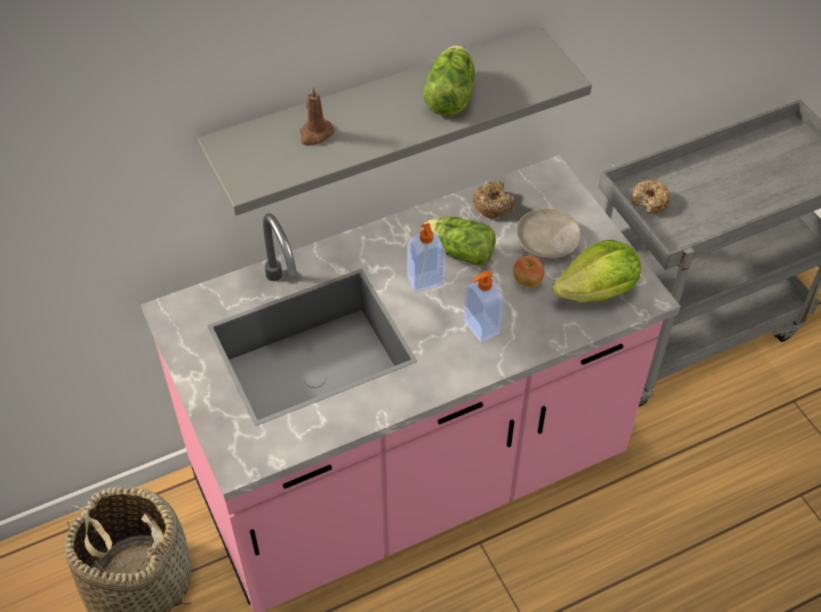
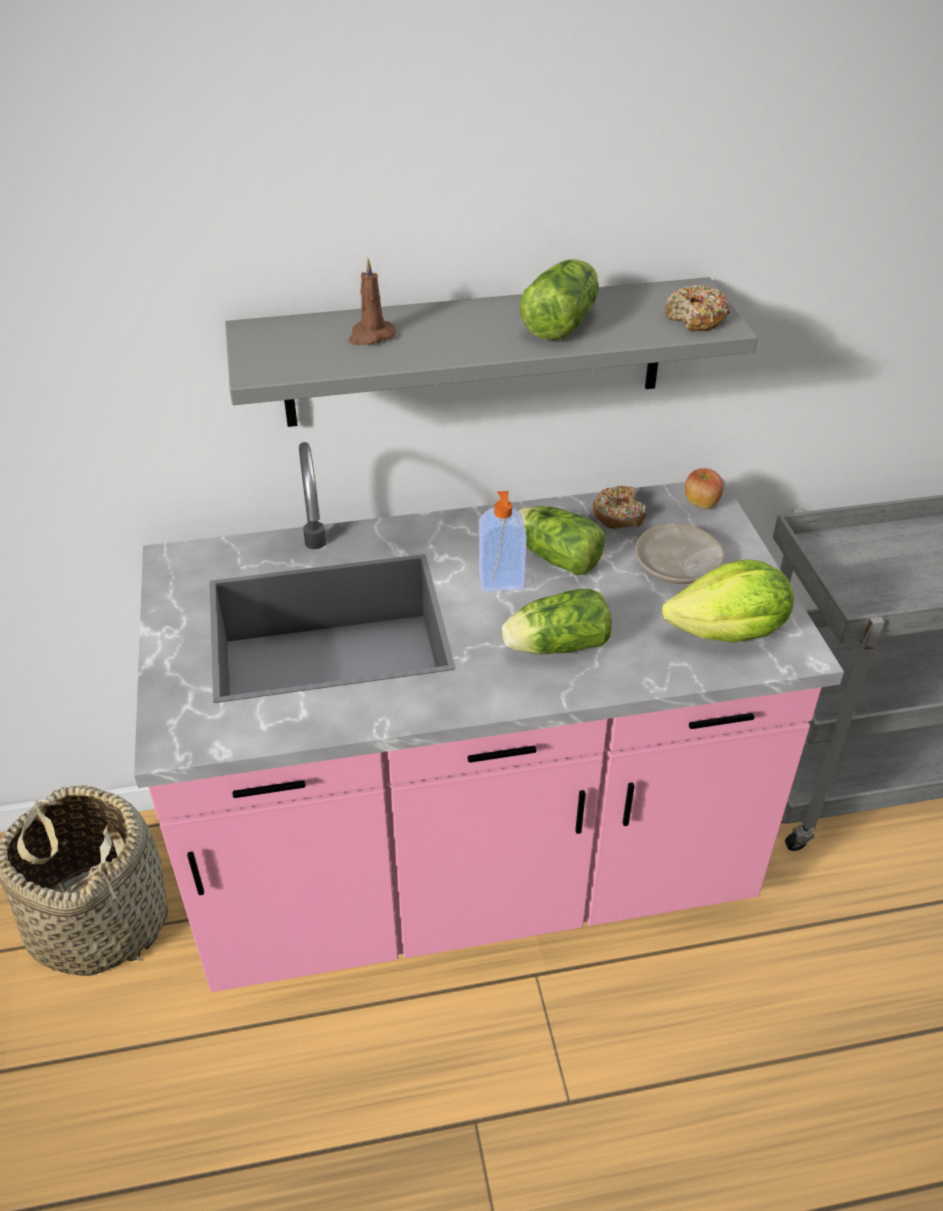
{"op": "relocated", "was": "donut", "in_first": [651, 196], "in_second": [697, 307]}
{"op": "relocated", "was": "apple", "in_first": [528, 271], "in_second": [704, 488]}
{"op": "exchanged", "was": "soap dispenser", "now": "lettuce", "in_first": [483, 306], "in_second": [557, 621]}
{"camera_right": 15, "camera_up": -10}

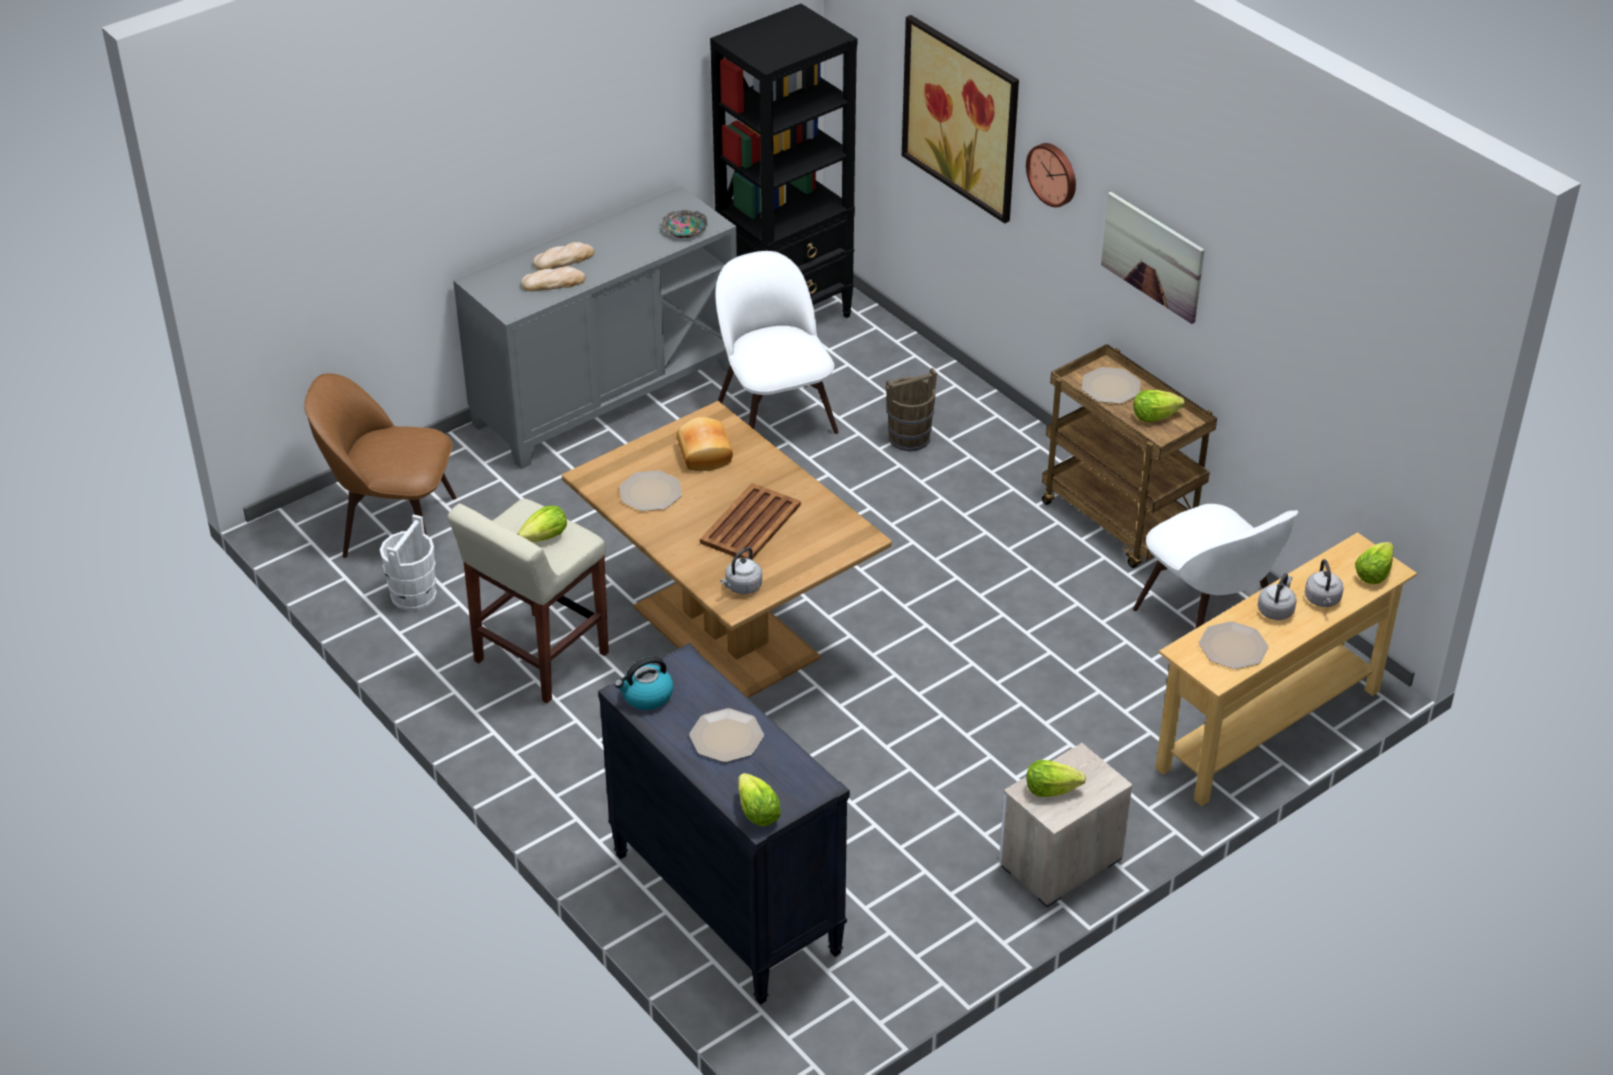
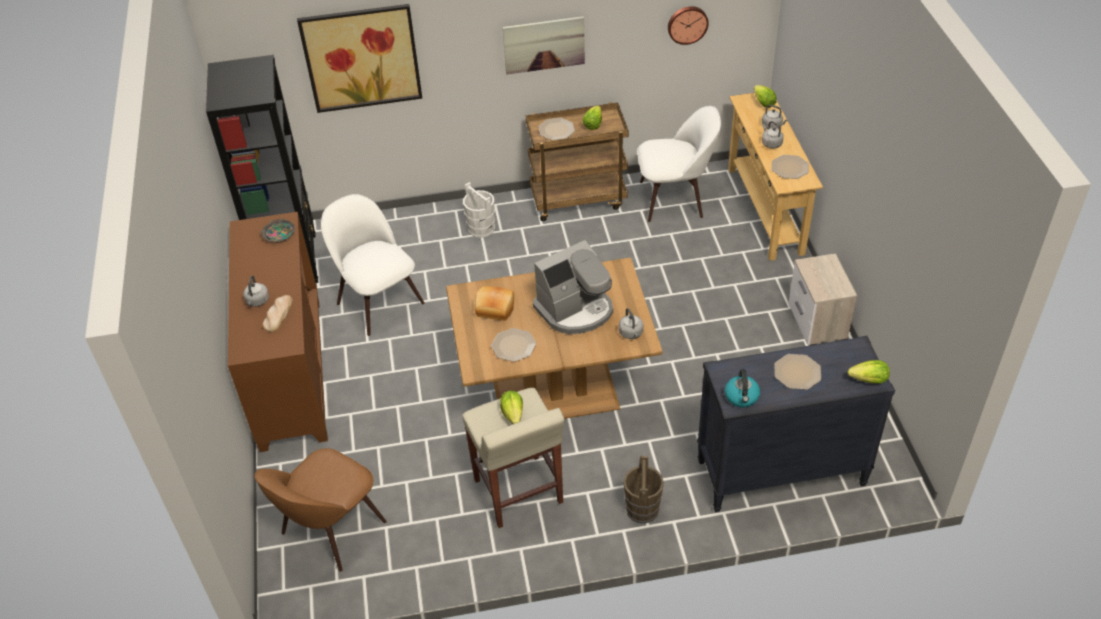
{"op": "relocated", "was": "wall clock", "in_first": [1051, 175], "in_second": [688, 25]}
{"op": "colour", "was": "grey cabinet", "now": "brown cabinet", "in_first": [595, 327], "in_second": [278, 332]}
{"op": "exchanged", "was": "bread", "now": "grey kettle", "in_first": [564, 256], "in_second": [256, 291]}
{"op": "spun", "was": "white chair", "in_first": [777, 342], "in_second": [373, 265], "clockwise": 45}
{"op": "relocated", "was": "brown bucket", "in_first": [911, 410], "in_second": [643, 489]}
{"op": "exchanged", "was": "brown tray", "now": "coffee machine", "in_first": [750, 521], "in_second": [573, 287]}
{"op": "relocated", "was": "white bucket", "in_first": [408, 562], "in_second": [479, 210]}
{"op": "missing", "was": "lettuce", "in_first": [1056, 778]}
{"camera_right": -60, "camera_up": 5}

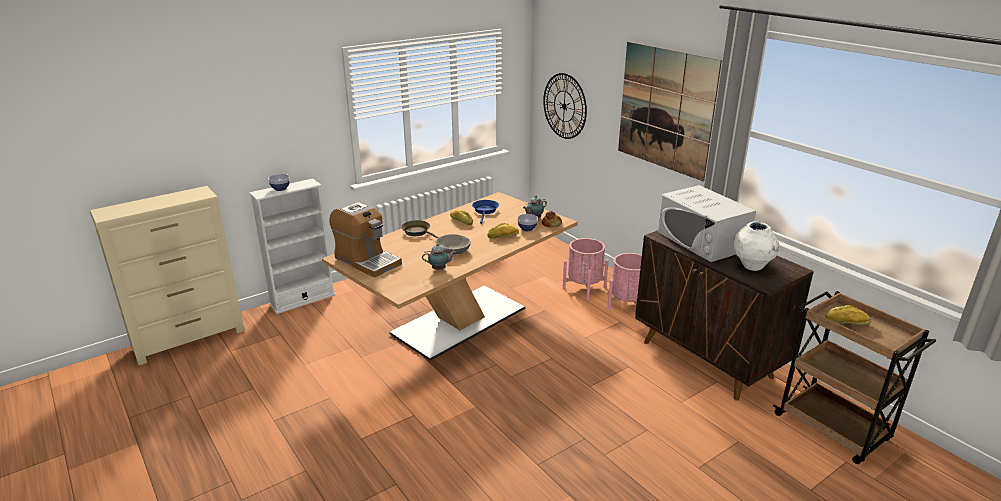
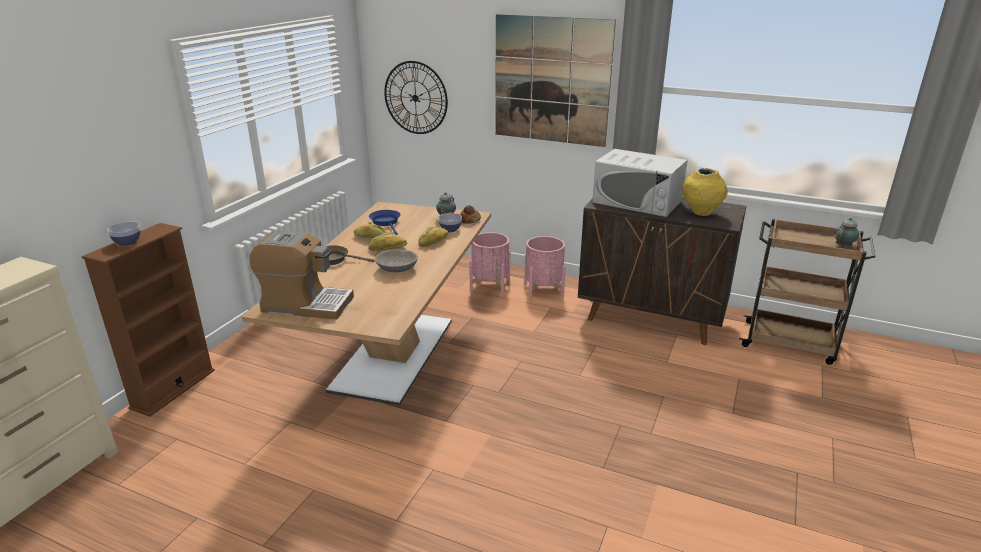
{"op": "colour", "was": "white bookcase", "now": "brown bookcase", "in_first": [292, 246], "in_second": [148, 320]}
{"op": "colour", "was": "white vase", "now": "yellow vase", "in_first": [756, 246], "in_second": [704, 192]}
{"op": "relocated", "was": "teapot", "in_first": [439, 257], "in_second": [846, 232]}
{"op": "relocated", "was": "bread", "in_first": [848, 315], "in_second": [388, 242]}
{"camera_right": -30, "camera_up": 0}

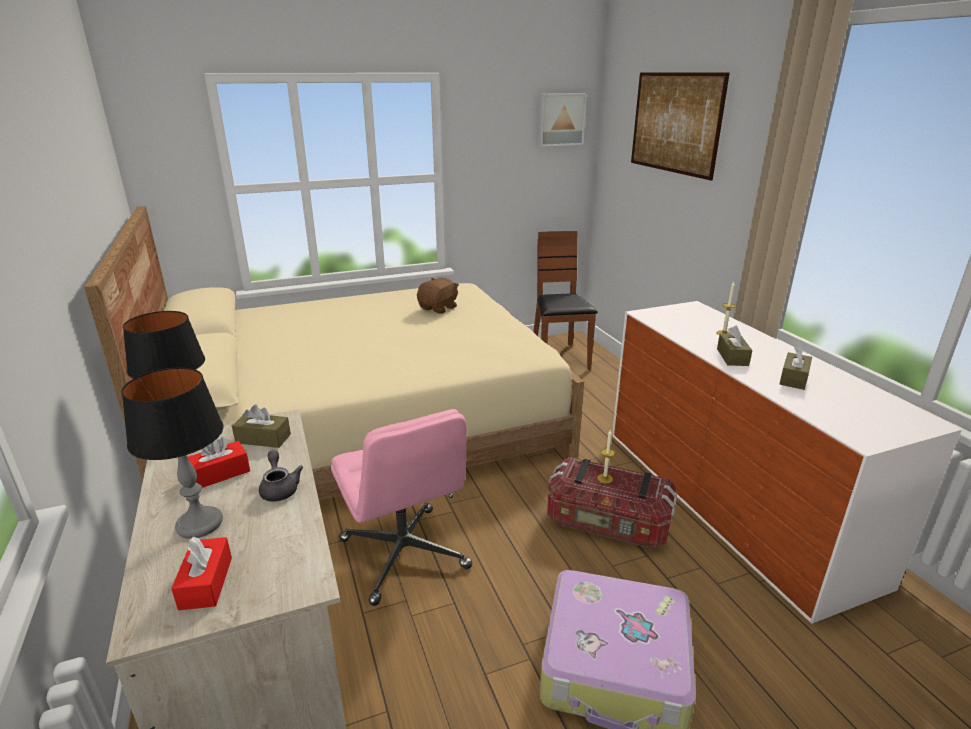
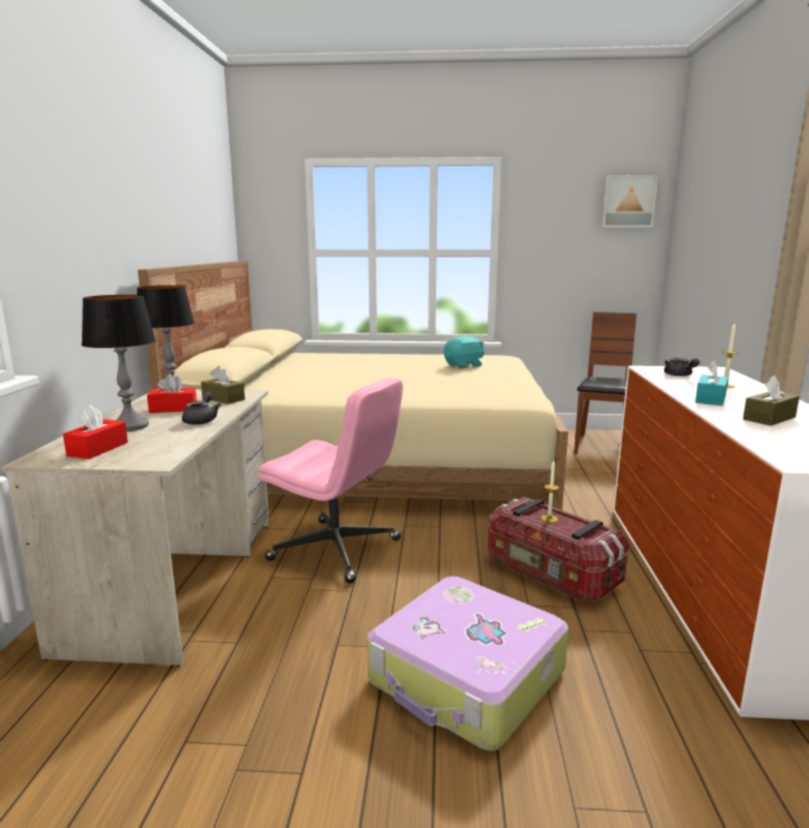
{"op": "missing", "was": "picture", "in_first": [680, 126]}
{"op": "colour", "was": "brown plush toy", "now": "turquoise plush toy", "in_first": [438, 296], "in_second": [464, 352]}
{"op": "colour", "was": "brown tissue box", "now": "turquoise tissue box", "in_first": [734, 346], "in_second": [711, 383]}
{"op": "spun", "was": "pink office chair", "in_first": [401, 507], "in_second": [330, 480], "clockwise": -60}
{"op": "appeared", "now": "grey teapot", "in_second": [682, 367]}
{"camera_right": 25, "camera_up": -10}

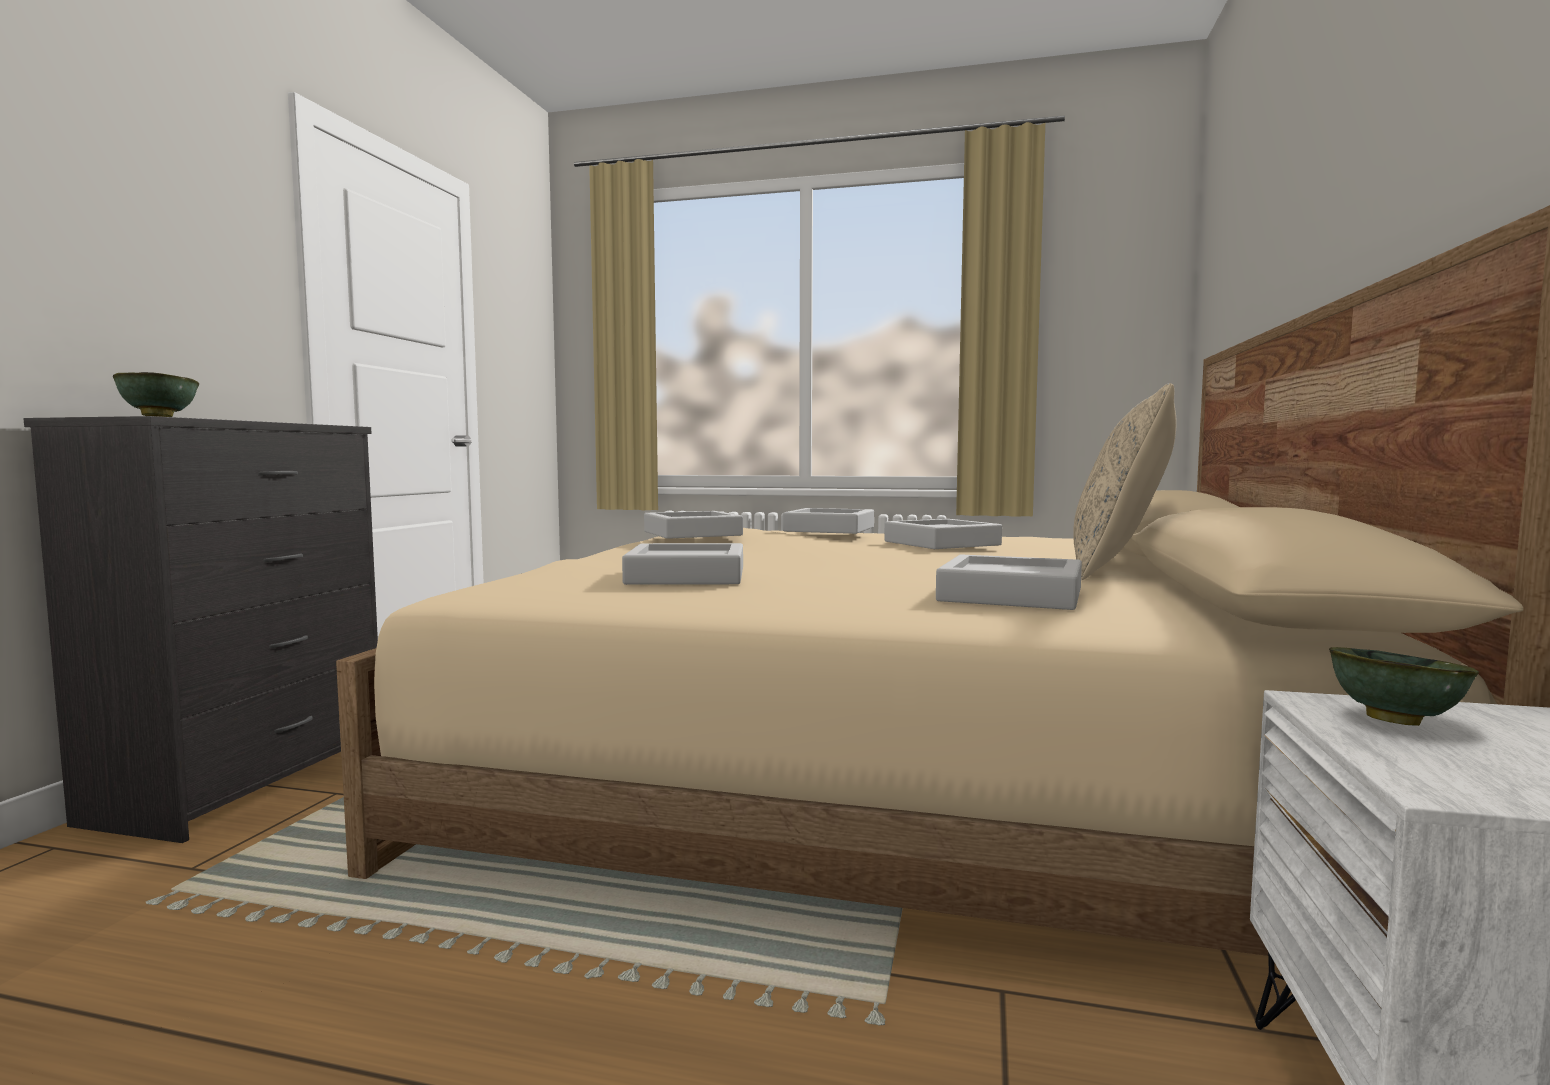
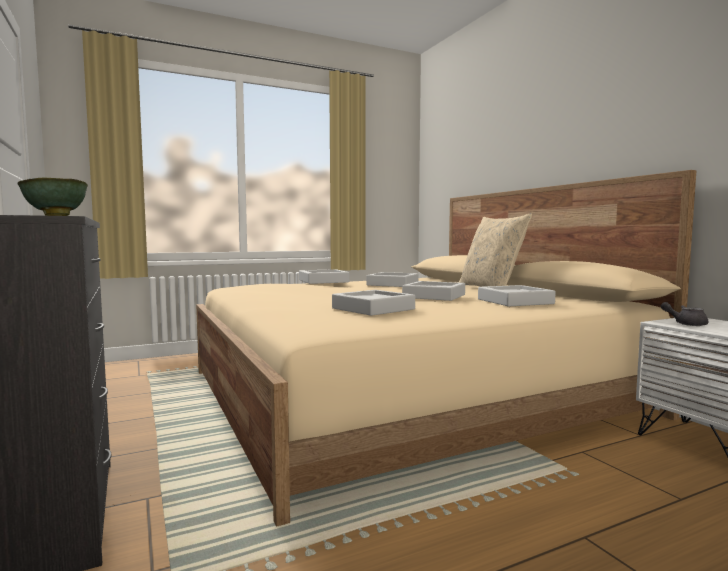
{"op": "relocated", "was": "grey tray", "in_first": [693, 525], "in_second": [433, 291]}
{"op": "exchanged", "was": "green bowl", "now": "grey teapot", "in_first": [1404, 686], "in_second": [684, 314]}
{"camera_right": -40, "camera_up": 0}

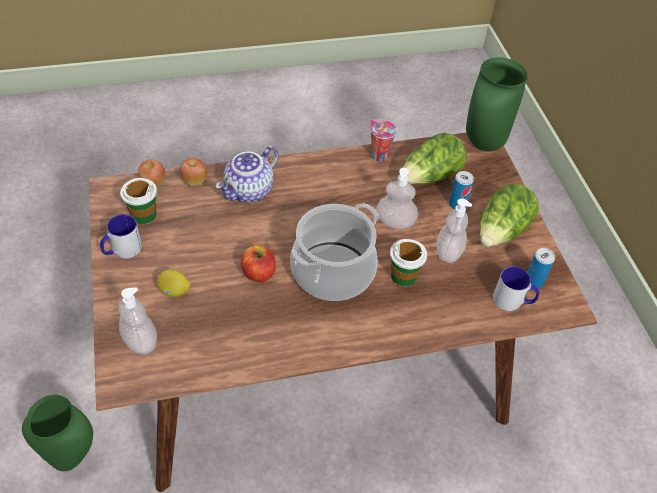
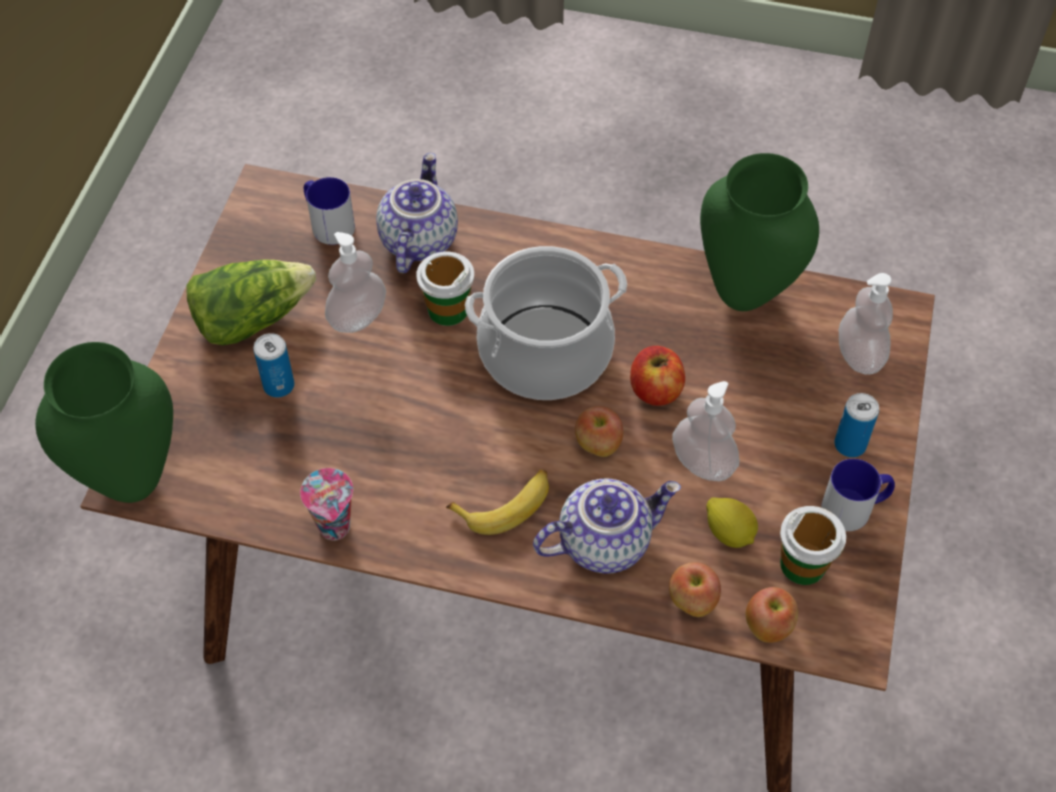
{"op": "missing", "was": "lettuce", "in_first": [435, 158]}
{"op": "relocated", "was": "soap dispenser", "in_first": [397, 198], "in_second": [705, 431]}
{"op": "relocated", "was": "can", "in_first": [541, 268], "in_second": [856, 425]}
{"op": "relocated", "was": "lemon", "in_first": [174, 283], "in_second": [732, 522]}
{"op": "relocated", "was": "green vase", "in_first": [57, 433], "in_second": [759, 232]}
{"op": "appeared", "now": "teapot", "in_second": [417, 213]}
{"op": "appeared", "now": "apple", "in_second": [599, 431]}
{"op": "appeared", "now": "banana", "in_second": [497, 502]}
{"camera_right": -150, "camera_up": 5}

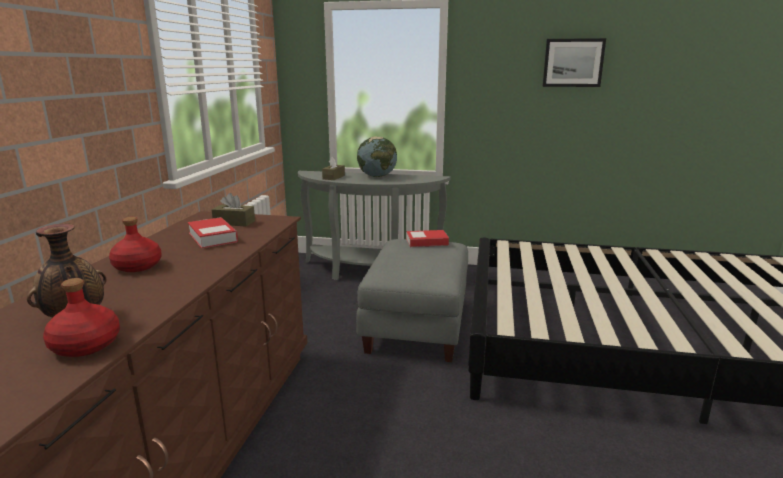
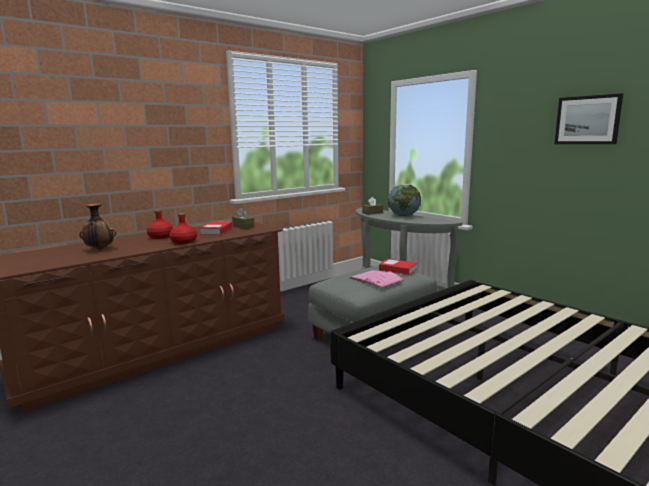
{"op": "relocated", "was": "red bottle", "in_first": [81, 317], "in_second": [183, 228]}
{"op": "appeared", "now": "pink book", "in_second": [376, 279]}
{"camera_right": 40, "camera_up": -5}

